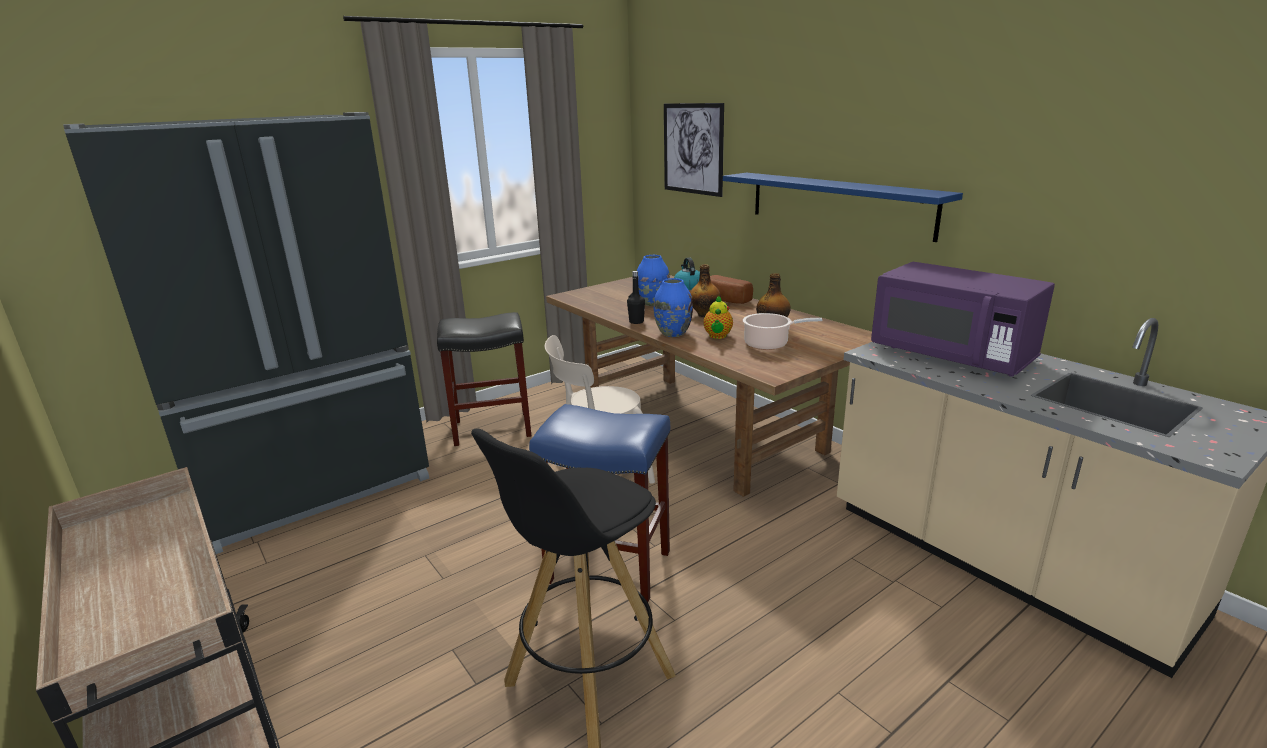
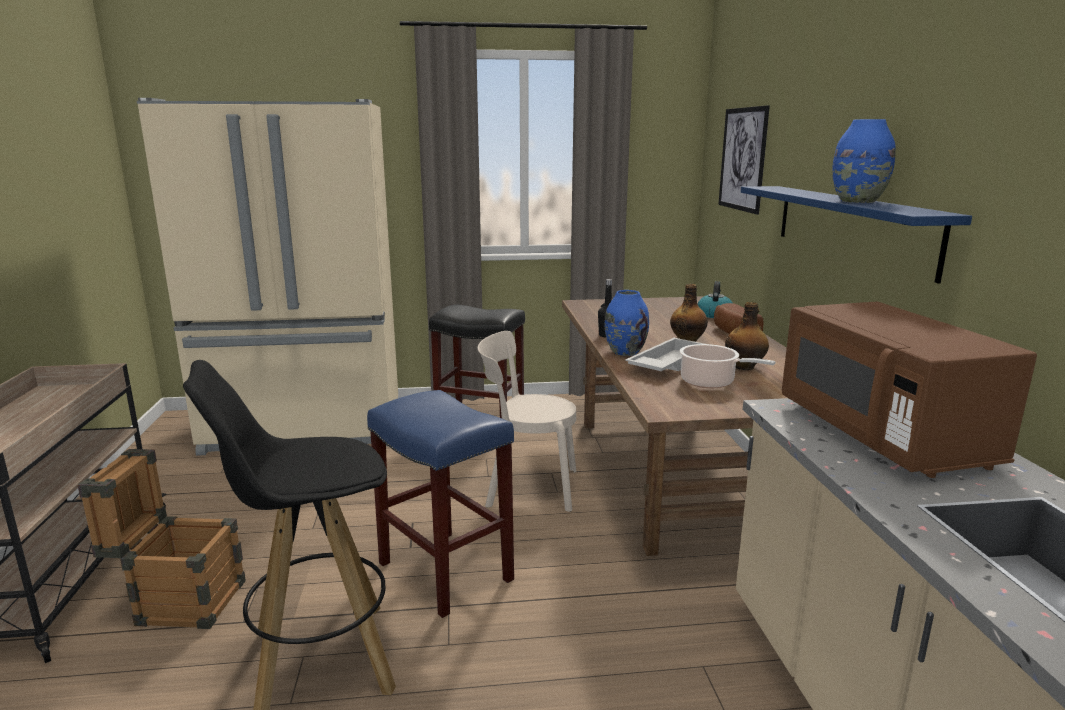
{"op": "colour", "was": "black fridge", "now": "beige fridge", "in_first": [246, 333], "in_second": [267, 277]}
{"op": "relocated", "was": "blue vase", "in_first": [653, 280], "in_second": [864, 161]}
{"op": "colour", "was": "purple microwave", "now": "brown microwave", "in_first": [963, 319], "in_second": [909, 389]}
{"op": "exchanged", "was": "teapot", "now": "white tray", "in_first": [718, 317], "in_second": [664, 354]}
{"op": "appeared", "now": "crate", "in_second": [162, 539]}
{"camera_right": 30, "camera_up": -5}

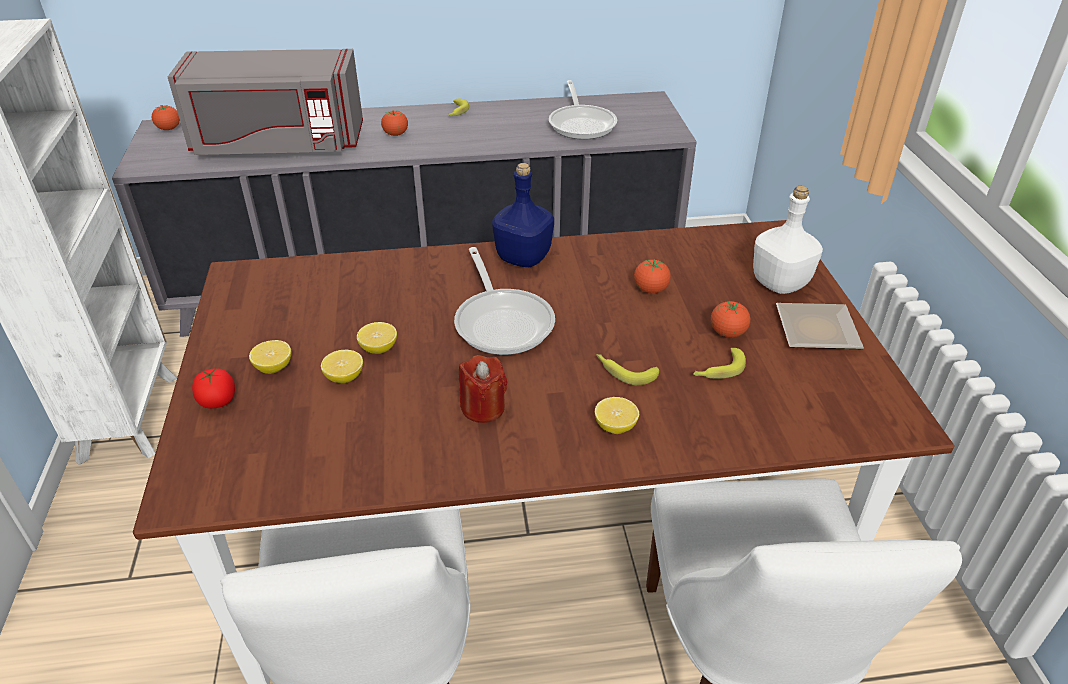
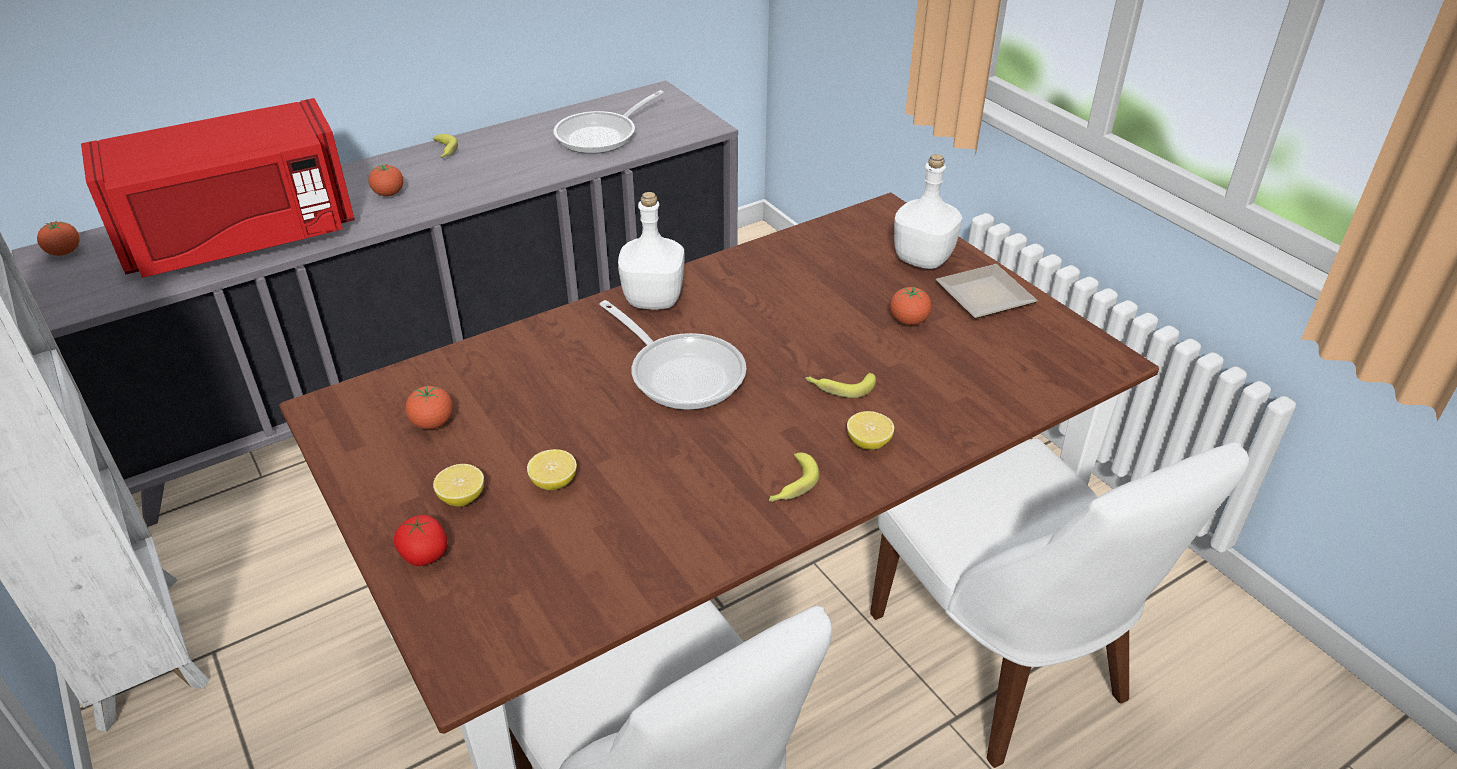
{"op": "colour", "was": "grey microwave", "now": "red microwave", "in_first": [265, 102], "in_second": [218, 188]}
{"op": "spun", "was": "frying pan", "in_first": [583, 110], "in_second": [608, 122], "clockwise": 75}
{"op": "colour", "was": "blue bottle", "now": "white bottle", "in_first": [523, 215], "in_second": [651, 250]}
{"op": "relocated", "was": "tomato", "in_first": [652, 276], "in_second": [429, 407]}
{"op": "missing", "was": "lemon", "in_first": [377, 338]}
{"op": "relocated", "was": "banana", "in_first": [719, 363], "in_second": [794, 477]}
{"op": "missing", "was": "red candle", "in_first": [483, 389]}
{"camera_right": -25, "camera_up": 0}

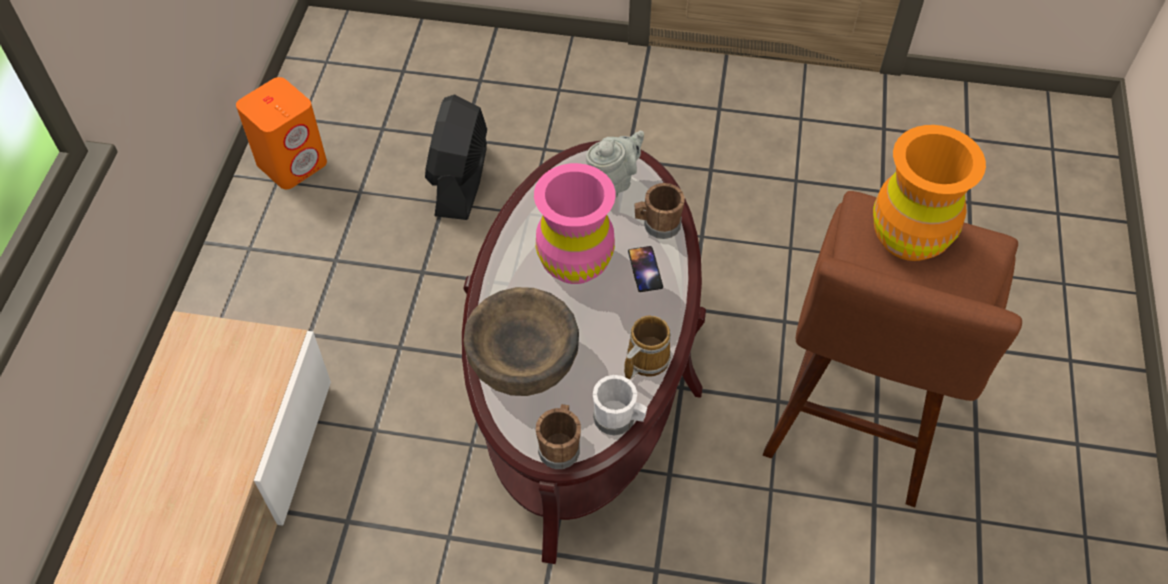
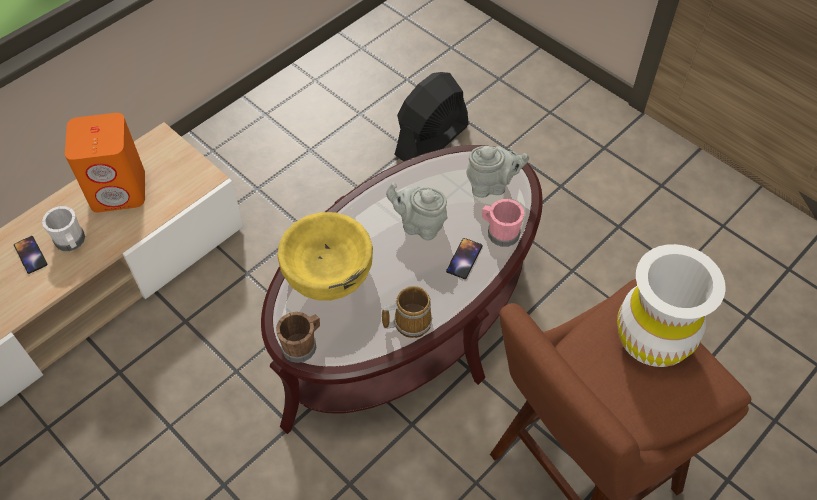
{"op": "relocated", "was": "orange speaker", "in_first": [281, 133], "in_second": [105, 162]}
{"op": "colour", "was": "orange vase", "now": "white vase", "in_first": [929, 193], "in_second": [671, 305]}
{"op": "exchanged", "was": "pink vase", "now": "grey teapot", "in_first": [575, 223], "in_second": [417, 212]}
{"op": "colour", "was": "brown mug", "now": "pink mug", "in_first": [660, 211], "in_second": [503, 223]}
{"op": "colour", "was": "brown bowl", "now": "yellow bowl", "in_first": [521, 341], "in_second": [325, 256]}
{"op": "relocated", "was": "white mug", "in_first": [620, 405], "in_second": [63, 228]}
{"op": "appeared", "now": "phone", "in_second": [30, 255]}
{"camera_right": 35, "camera_up": 0}

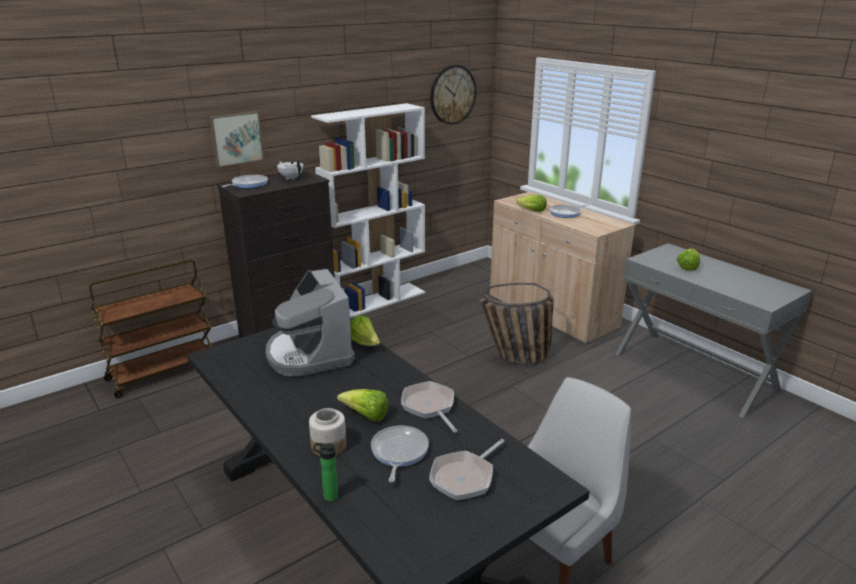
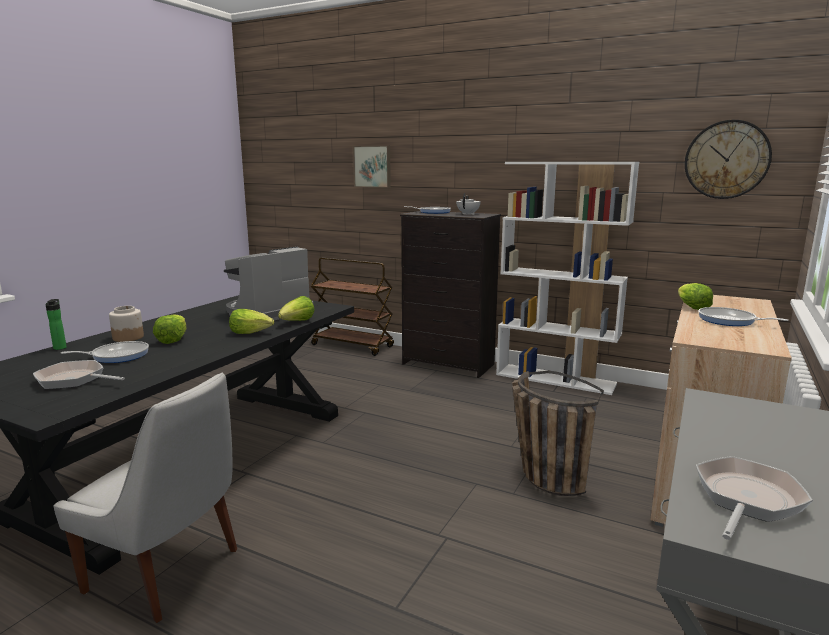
{"op": "relocated", "was": "picture", "in_first": [236, 139], "in_second": [372, 167]}
{"op": "relocated", "was": "lettuce", "in_first": [688, 260], "in_second": [251, 321]}
{"op": "relocated", "was": "frying pan", "in_first": [429, 407], "in_second": [754, 498]}
{"camera_right": 65, "camera_up": -10}

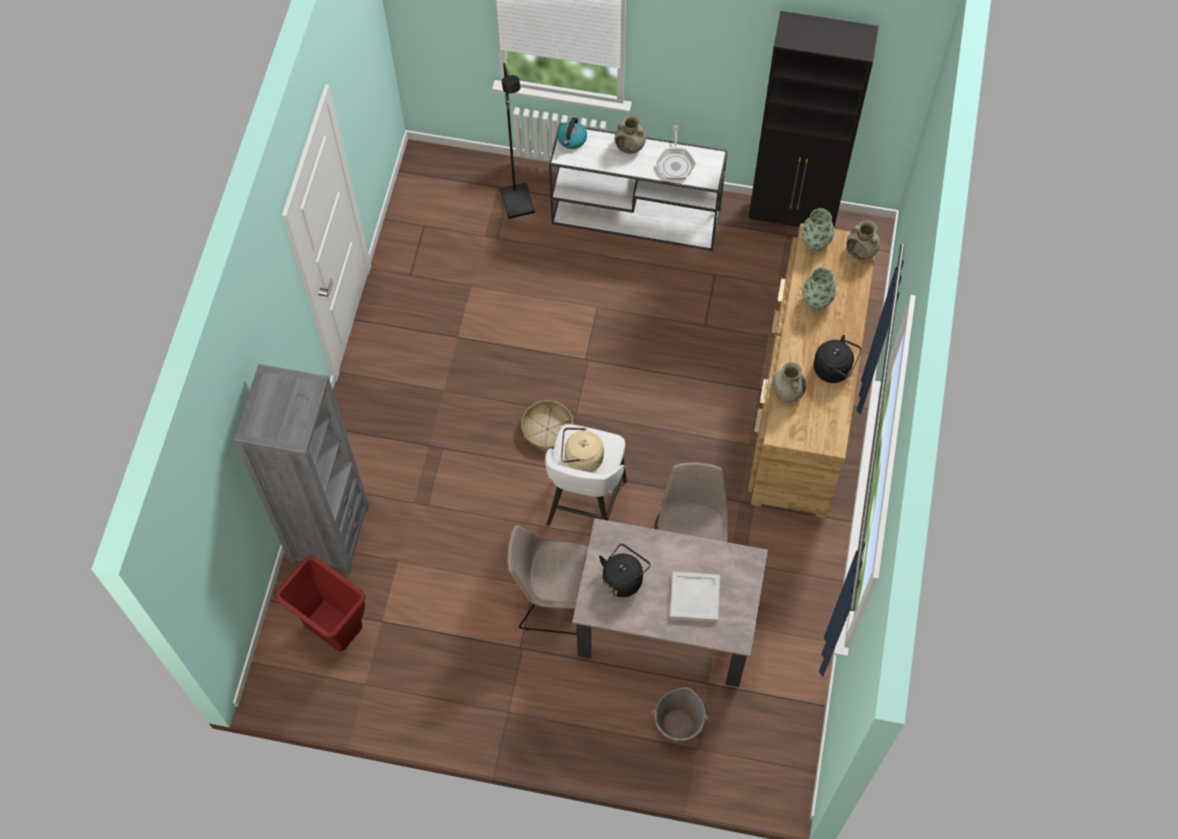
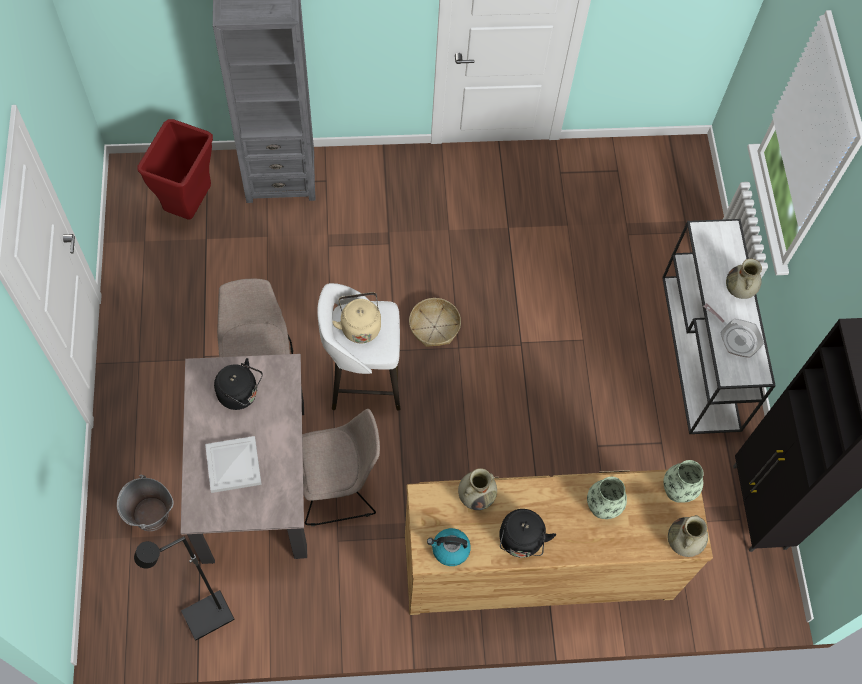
{"op": "relocated", "was": "black floor lamp", "in_first": [517, 141], "in_second": [184, 589]}
{"op": "relocated", "was": "kettle", "in_first": [572, 133], "in_second": [449, 547]}
{"op": "spun", "was": "frying pan", "in_first": [676, 152], "in_second": [733, 330], "clockwise": -120}
{"camera_right": 70, "camera_up": 0}

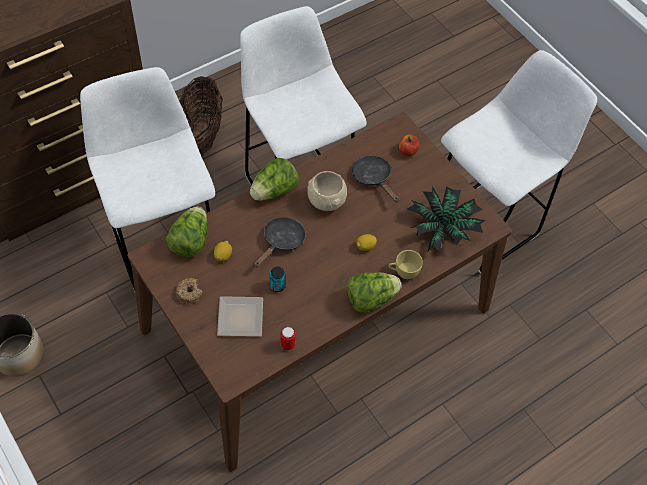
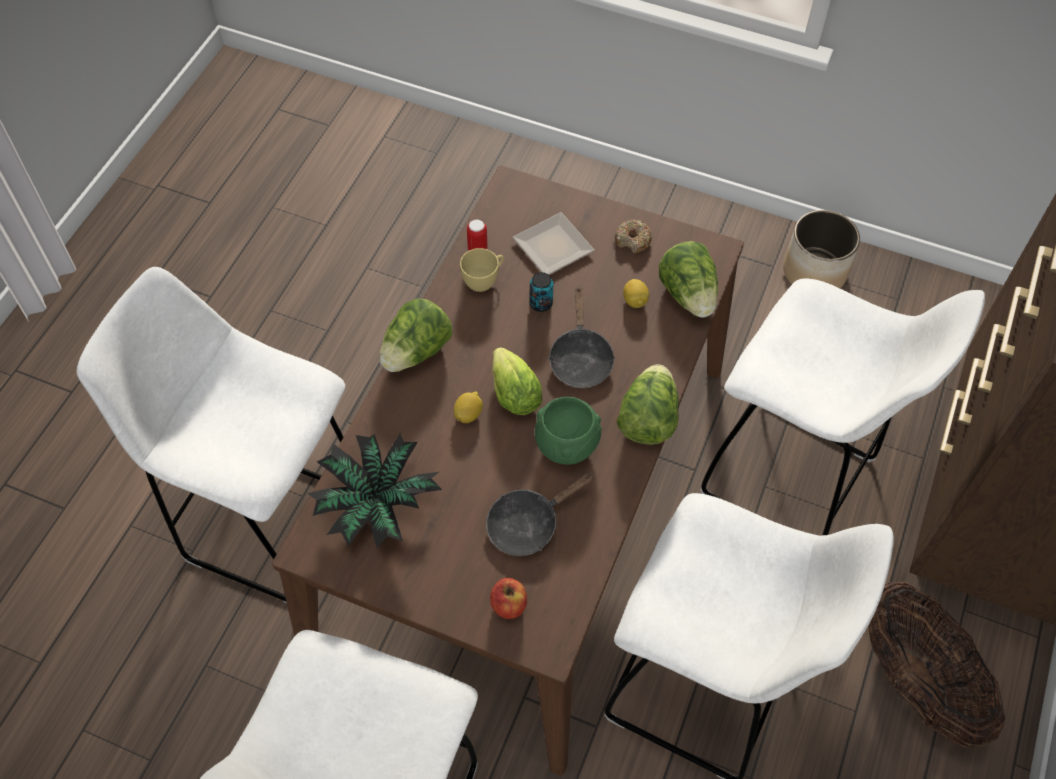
{"op": "spun", "was": "black frying pan", "in_first": [375, 178], "in_second": [540, 514], "clockwise": 120}
{"op": "colour", "was": "beige bowl", "now": "green bowl", "in_first": [327, 191], "in_second": [568, 430]}
{"op": "relocated", "was": "yellow cup", "in_first": [405, 264], "in_second": [482, 270]}
{"op": "appeared", "now": "white stool", "in_second": [211, 435]}
{"op": "appeared", "now": "lettuce", "in_second": [517, 381]}
{"camera_right": 150, "camera_up": 0}

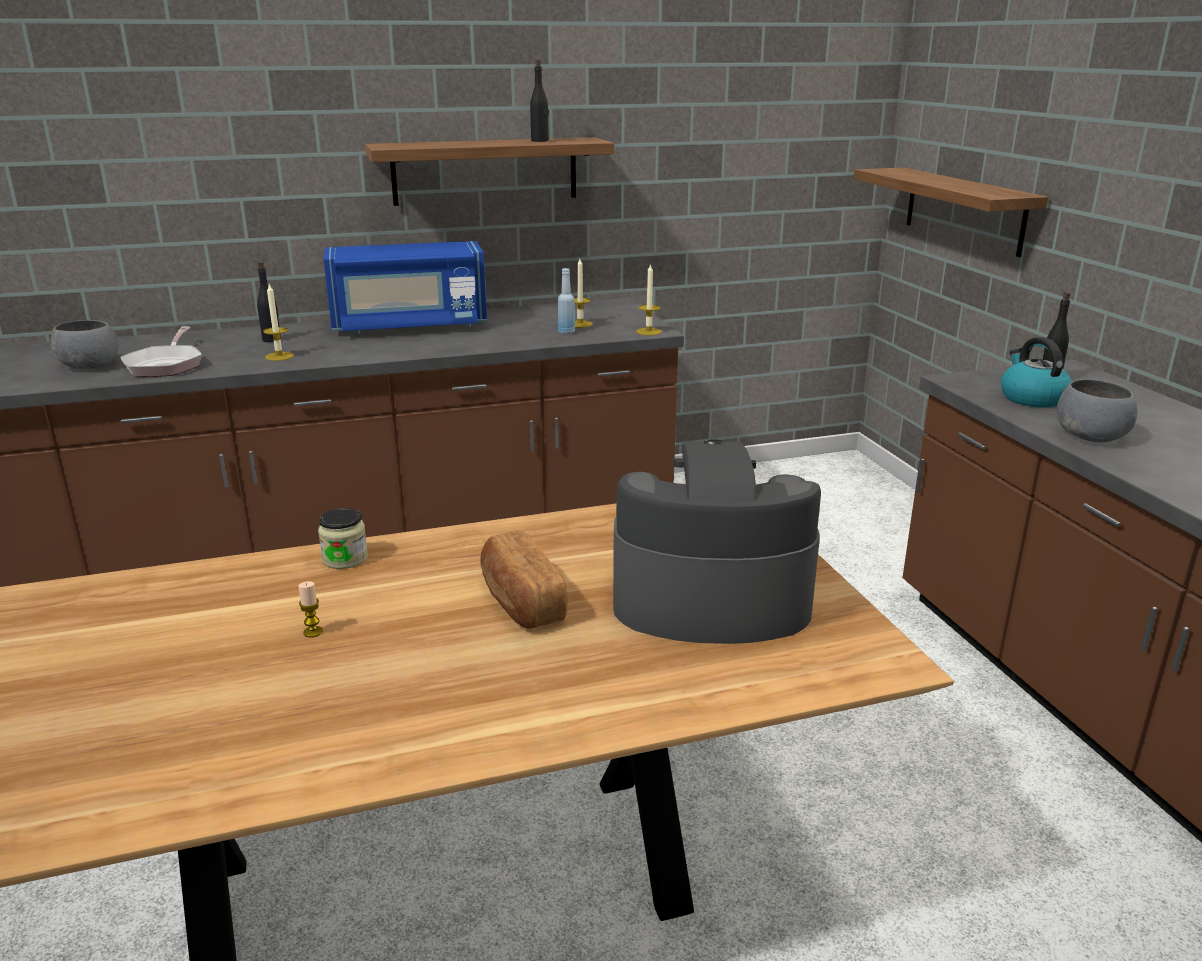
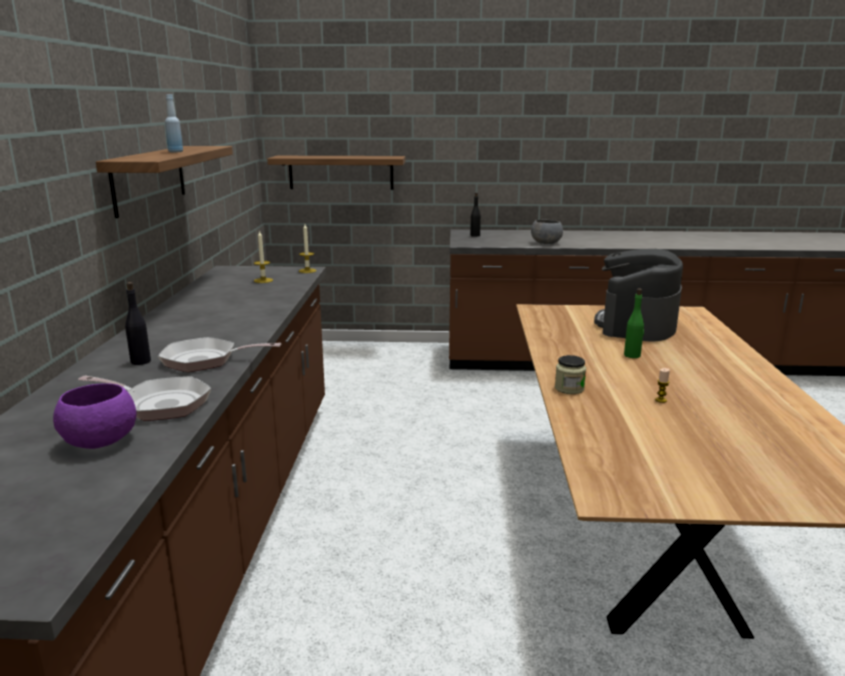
{"op": "missing", "was": "black bottle", "in_first": [539, 100]}
{"op": "missing", "was": "blue microwave", "in_first": [405, 287]}
{"op": "relocated", "was": "blue bottle", "in_first": [566, 301], "in_second": [174, 123]}
{"op": "exchanged", "was": "candle", "now": "frying pan", "in_first": [278, 322], "in_second": [219, 354]}
{"op": "colour", "was": "grey bowl", "now": "purple bowl", "in_first": [85, 344], "in_second": [94, 416]}
{"op": "missing", "was": "kettle", "in_first": [1036, 372]}
{"op": "exchanged", "was": "bread", "now": "green bottle", "in_first": [524, 579], "in_second": [634, 323]}
{"camera_right": -70, "camera_up": -5}

